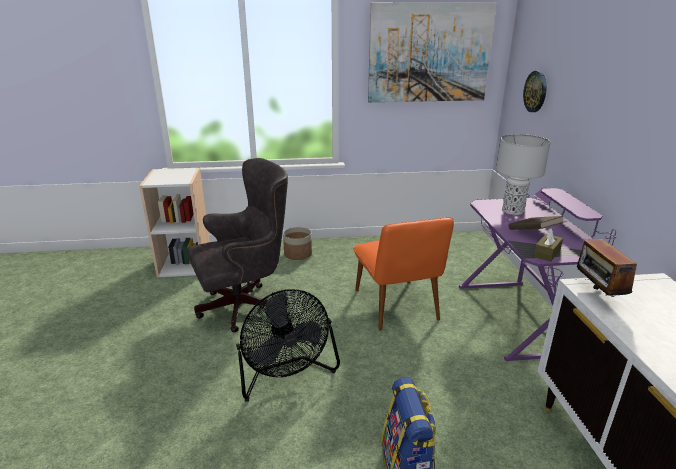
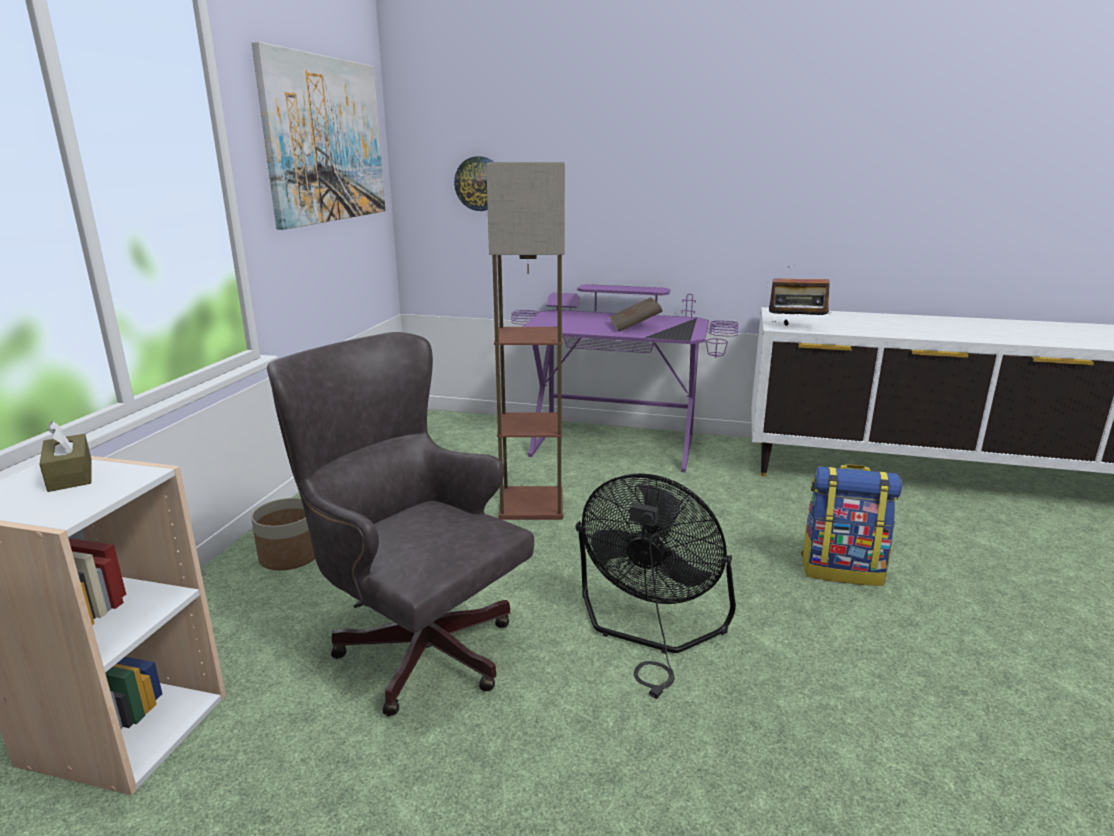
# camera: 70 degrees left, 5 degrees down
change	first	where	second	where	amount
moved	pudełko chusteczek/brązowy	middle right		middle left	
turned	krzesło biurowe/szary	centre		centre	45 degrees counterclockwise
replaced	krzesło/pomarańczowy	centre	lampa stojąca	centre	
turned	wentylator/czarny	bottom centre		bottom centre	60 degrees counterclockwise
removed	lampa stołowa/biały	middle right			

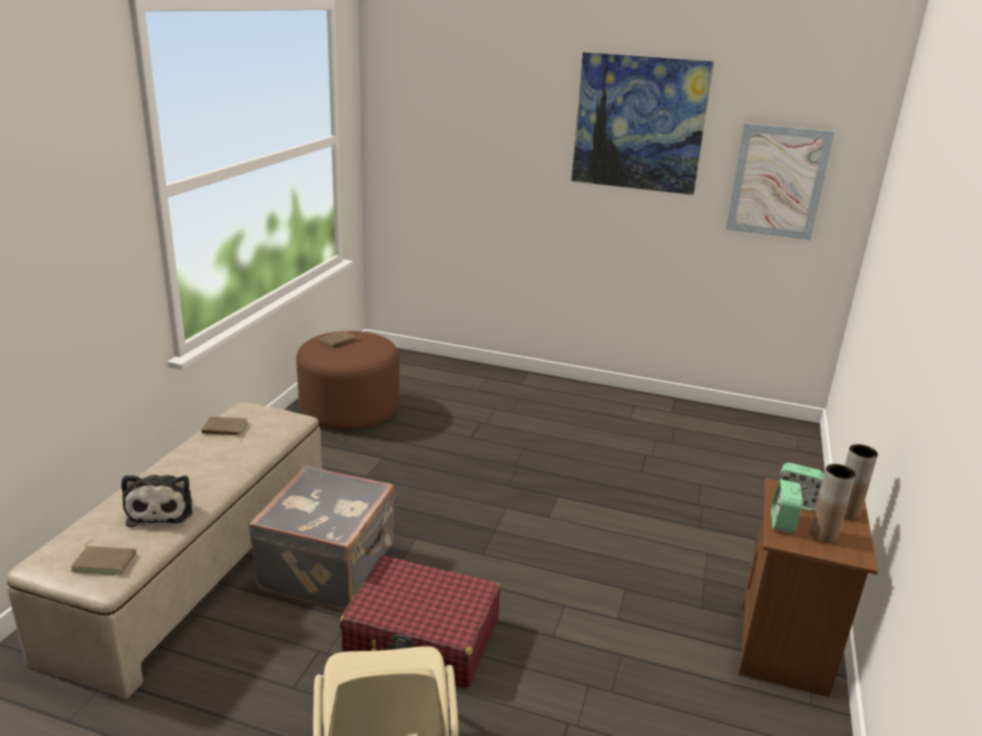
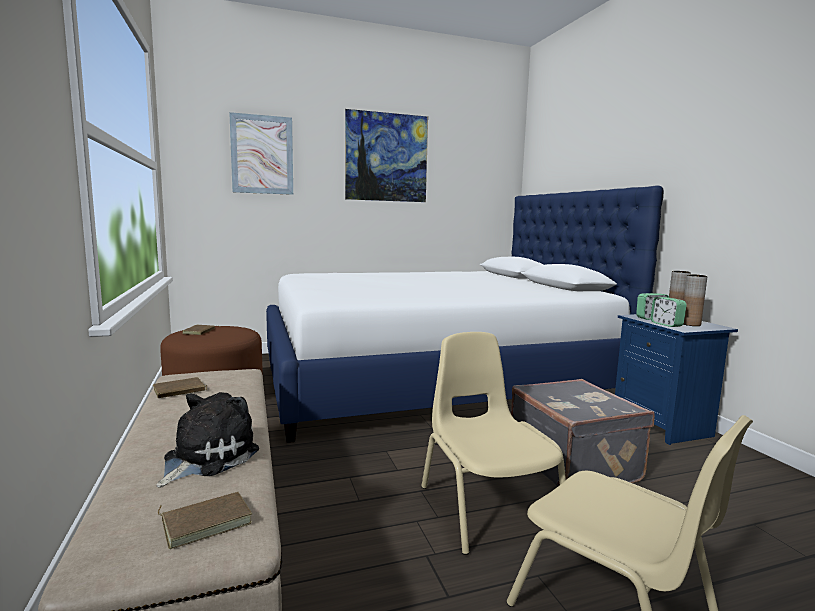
# camera: 35 degrees left, 15 degrees down
change	first	where	second	where	amount
turned	pluszak	bottom left		bottom left	105 degrees counterclockwise
moved	obraz (2nd from left in the first image)	top right	obraz (1st from left)	top left	
added			łóżko/biały	centre	
replaced	walizka/czerwony	bottom centre	krzesło/beżowy (1st from left)	bottom centre	
moved	walizka/szary	bottom left		bottom right	
recoloured	szafka nocna/brązowy	bottom right	szafka nocna/niebieski	middle right	

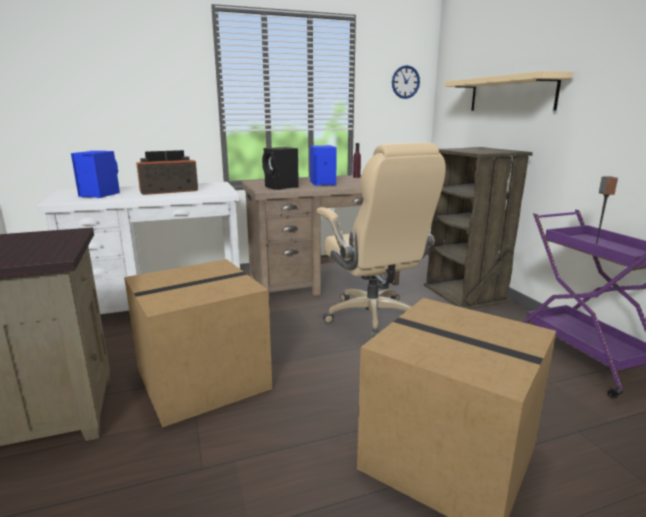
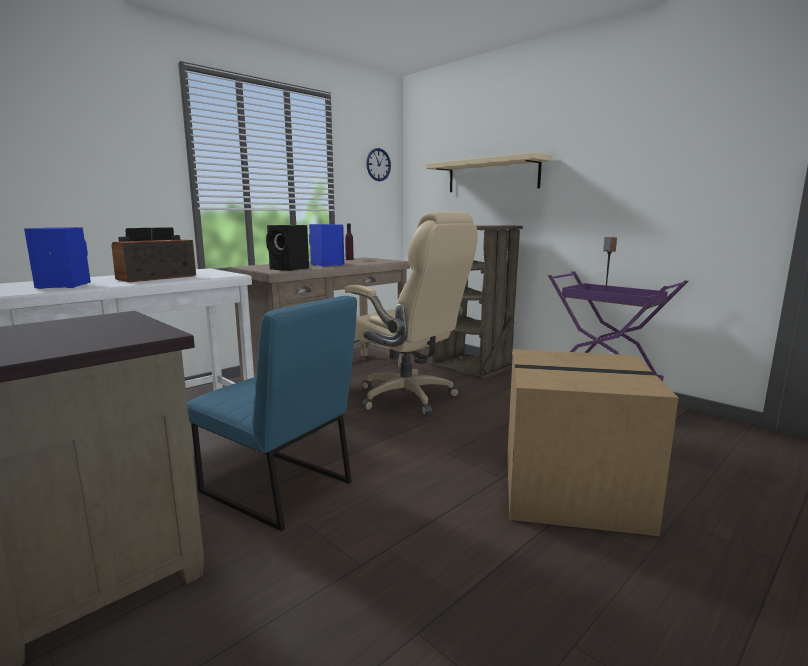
# camera: 25 degrees left, 5 degrees down
change	first	where	second	where	amount
replaced	karton (1st from left)	middle left	krzesło/niebieski	centre	

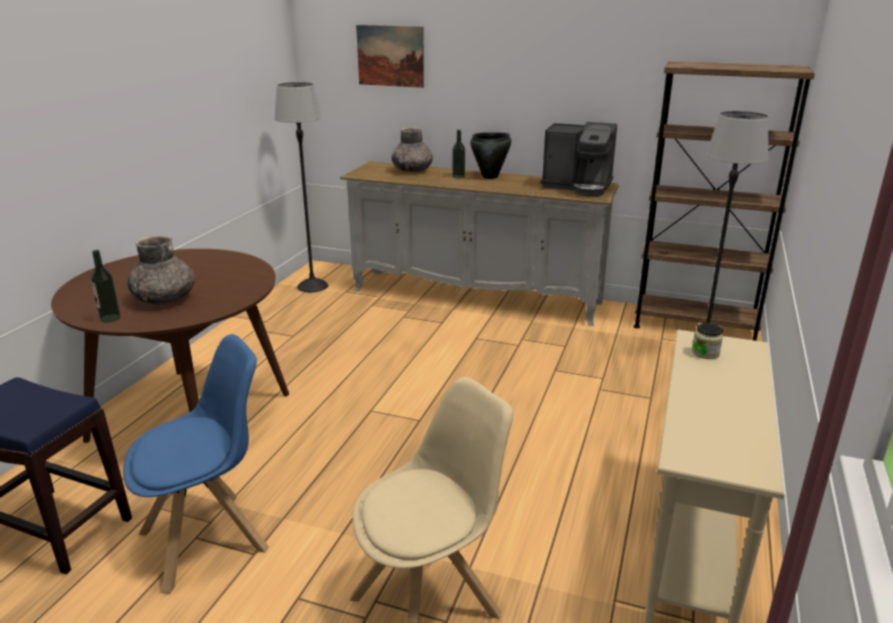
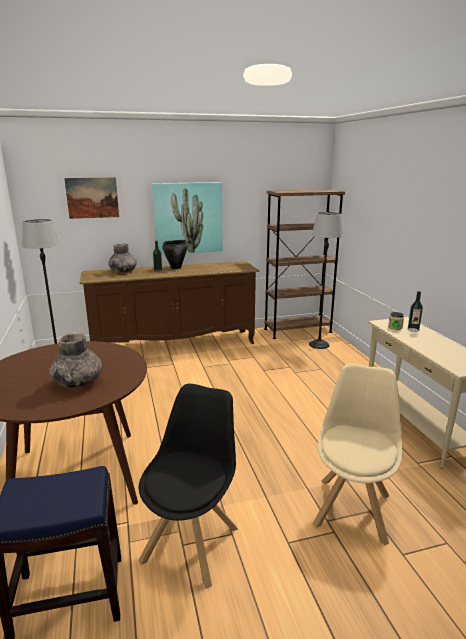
# camera: 35 degrees left, 5 degrees down
change	first	where	second	where	amount
recoloured	szafka/szary	centre	szafka/brązowy	centre	
recoloured	krzesło/niebieski	bottom left	krzesło/czarny	bottom centre	
added			obraz (2nd from left)	centre	
moved	butelka (1st from left in the first image)	middle left	butelka (2nd from left)	middle right	
removed	ekspres do kawy	top centre			

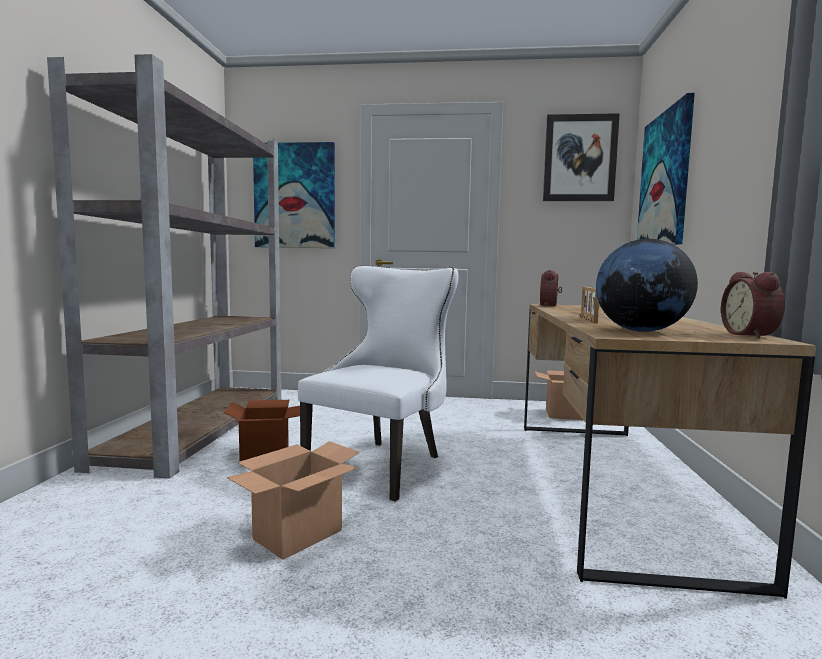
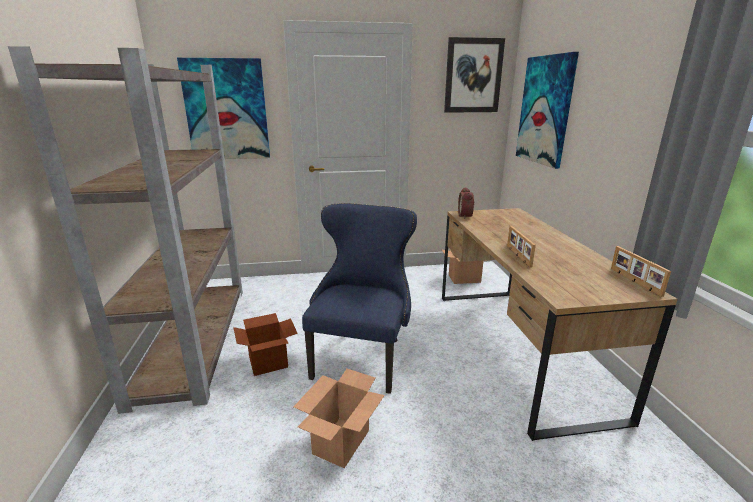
# camera: 15 degrees left, 15 degrees up
change	first	where	second	where	amount
recoloured	krzesło/biały	centre	krzesło/niebieski	centre	
replaced	budzik (2nd from left)	middle right	ramka na zdjęcie (2nd from left)	middle right	
removed	globus	middle right			

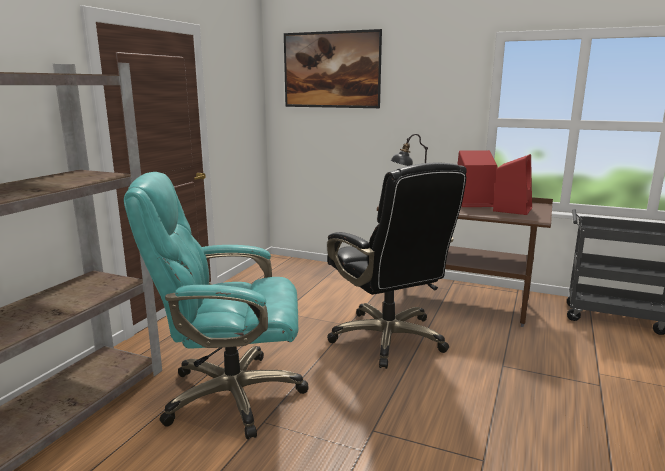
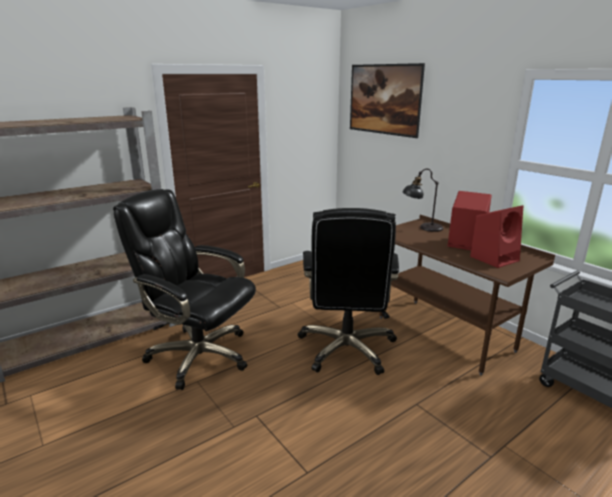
# camera: 30 degrees right, 5 degrees up
change	first	where	second	where	amount
recoloured	krzesło biurowe/turkusowy	middle left	krzesło biurowe/czarny (1st from left)	middle left	

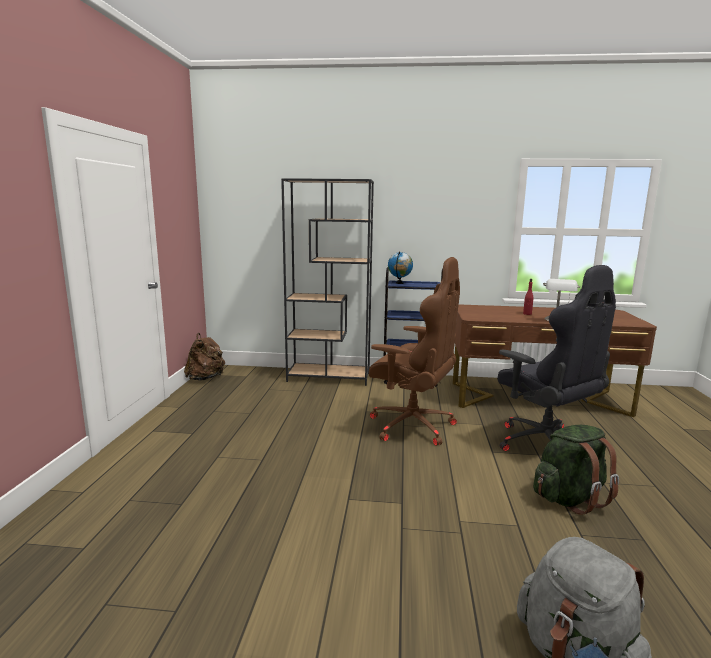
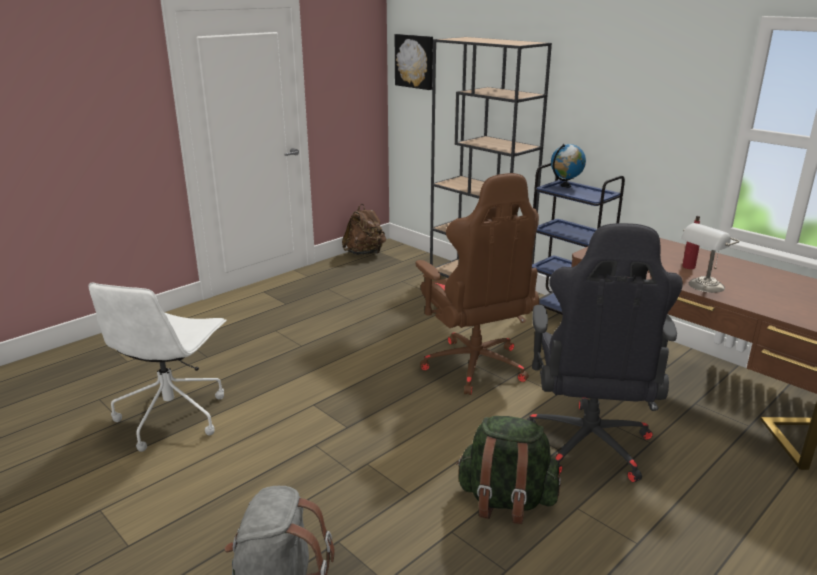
# camera: 40 degrees right, 10 degrees up
change	first	where	second	where	amount
added			krzesło biurowe/biały	middle left	
added			obraz	top centre	

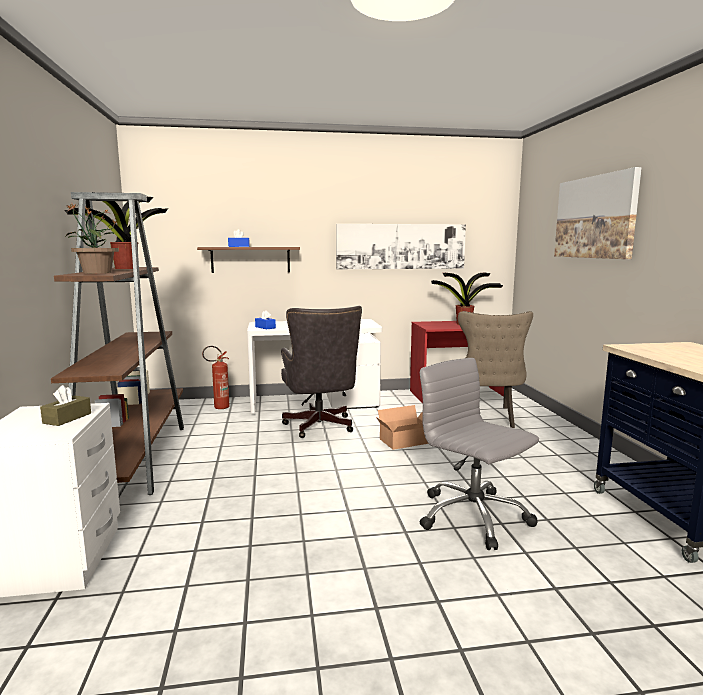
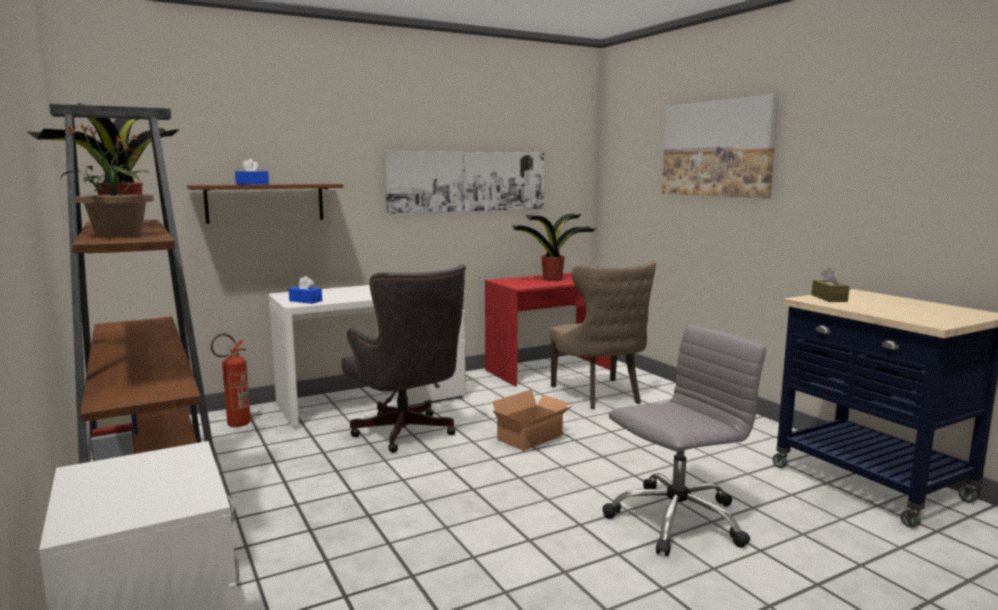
# camera: 20 degrees left, 0 degrees up
change	first	where	second	where	amount
turned	krzesło biurowe/szary (2nd from left)	middle right		bottom right	120 degrees clockwise
moved	pudełko chusteczek/brązowy	middle left		middle right	

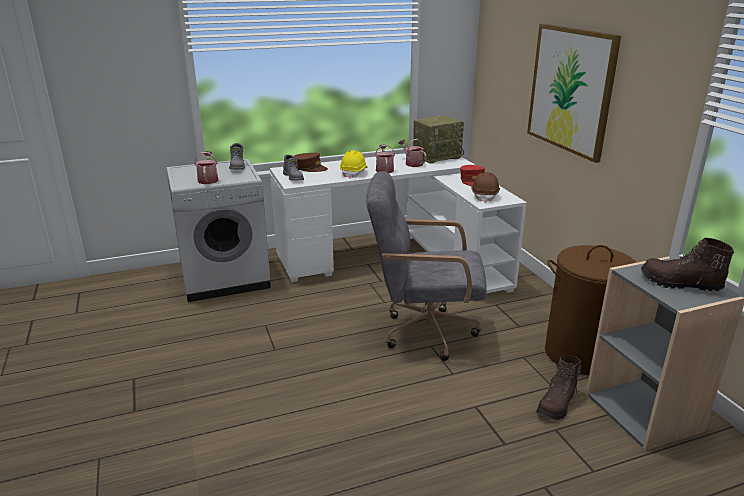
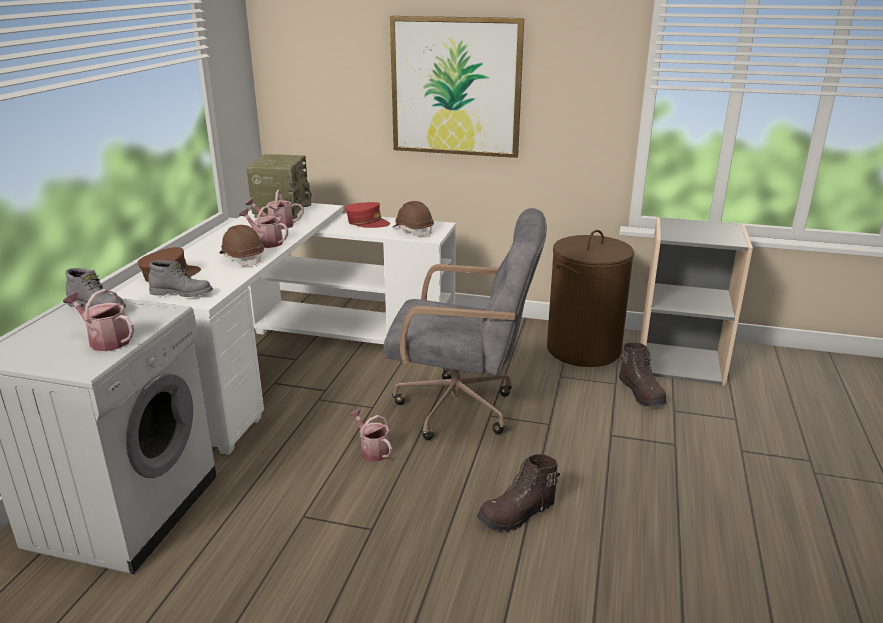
# camera: 55 degrees left, 0 degrees up
change	first	where	second	where	amount
recoloured	kask/żółty	top centre	kask/brązowy (1st from left)	middle left	
added			konewka (4th from left)	bottom centre	
turned	krzesło biurowe/szary	centre		centre	120 degrees counterclockwise
moved	but z cholewką/brązowy (2nd from left in the first image)	middle right	but z cholewką/brązowy (1st from left)	bottom centre	

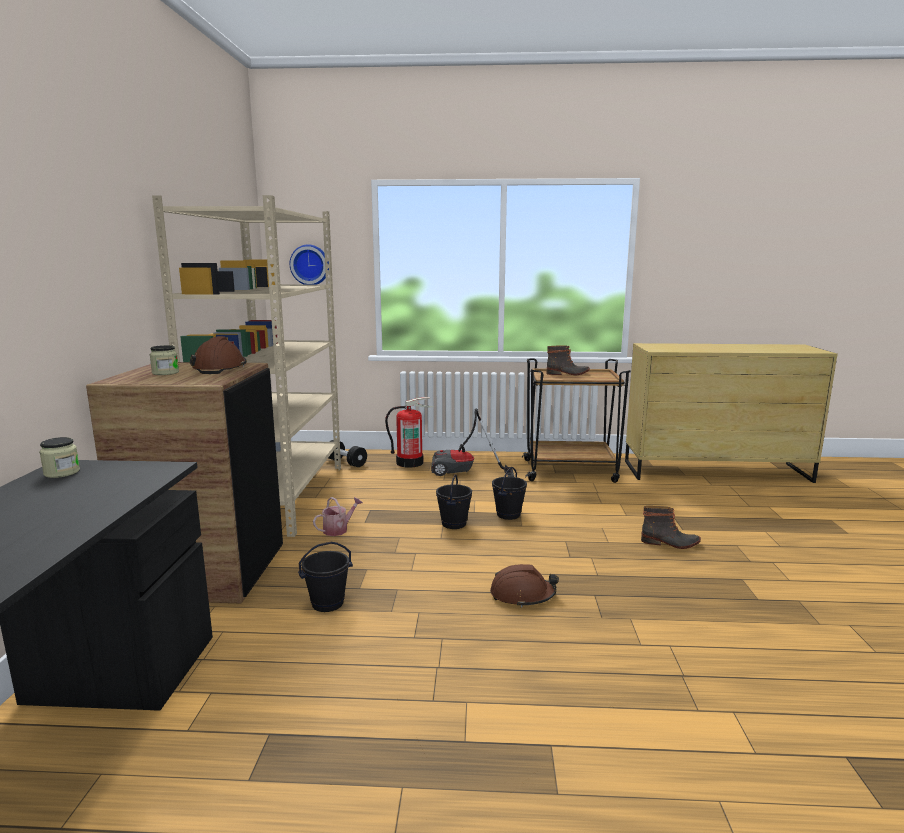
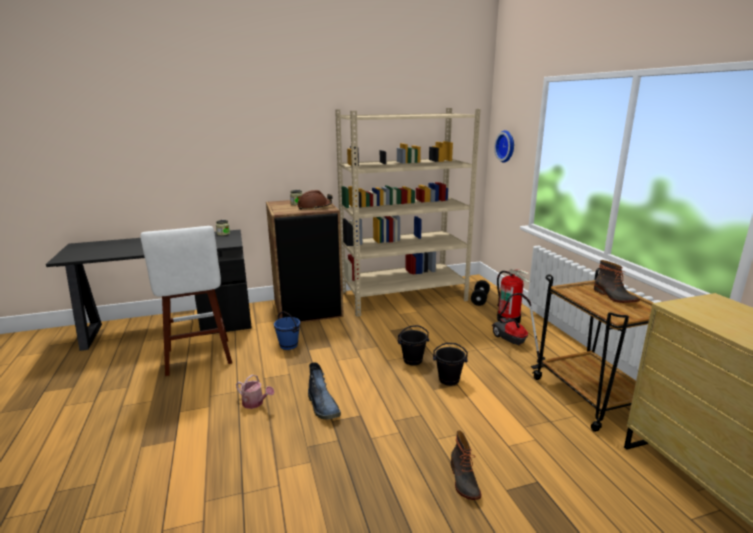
# camera: 70 degrees right, 5 degrees up
change	first	where	second	where	amount
added			stołek/biały	middle left	
moved	konewka	centre		bottom centre	
recoloured	wiadro/czarny (1st from left)	bottom centre	wiadro/niebieski	centre	
replaced	kask/brązowy (2nd from left)	bottom centre	but z cholewką (1st from left)	bottom centre	

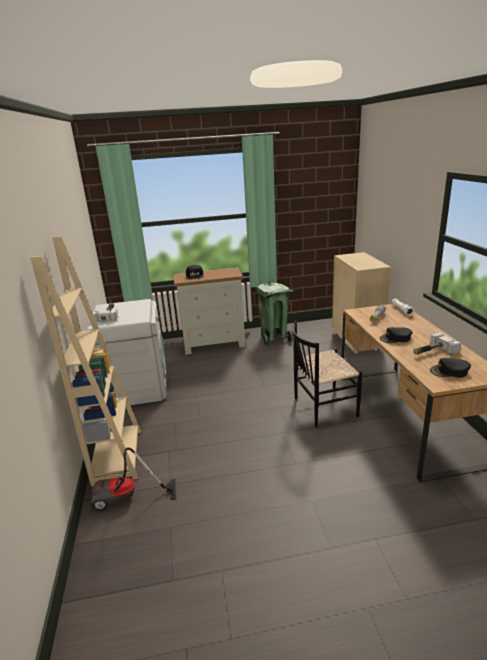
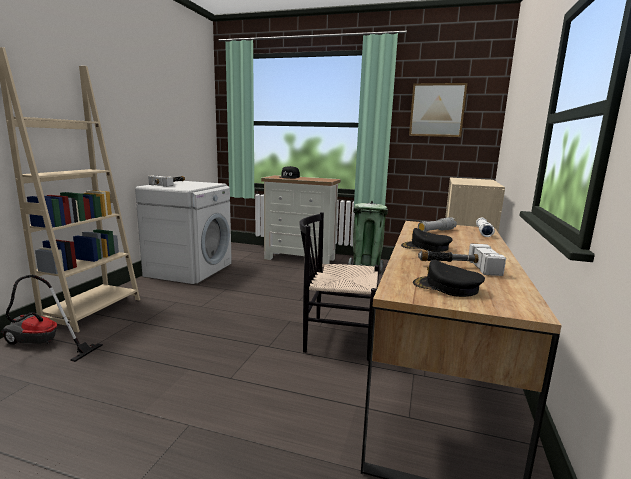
# camera: 25 degrees right, 10 degrees down
change	first	where	second	where	amount
added			obraz	top right	

